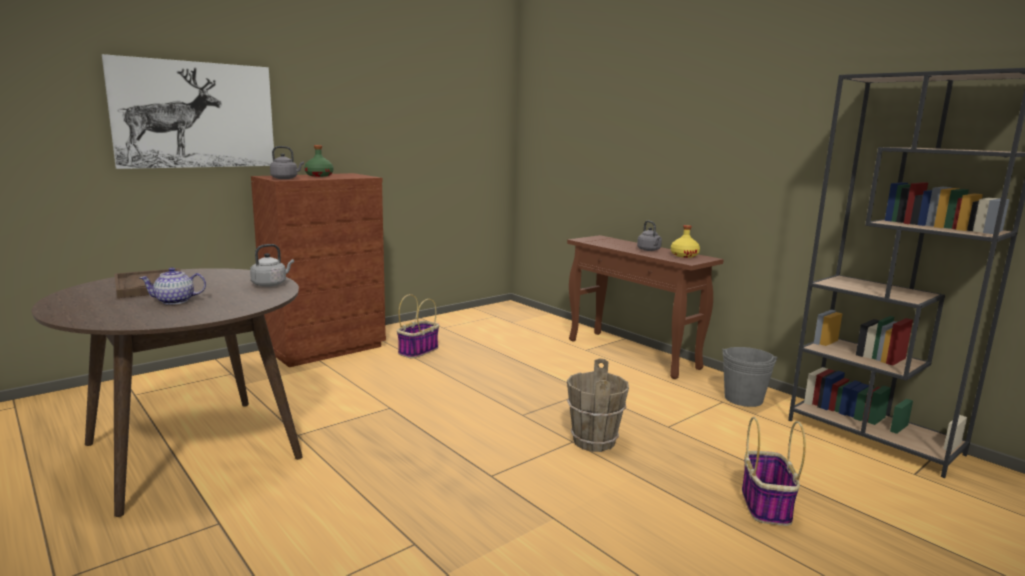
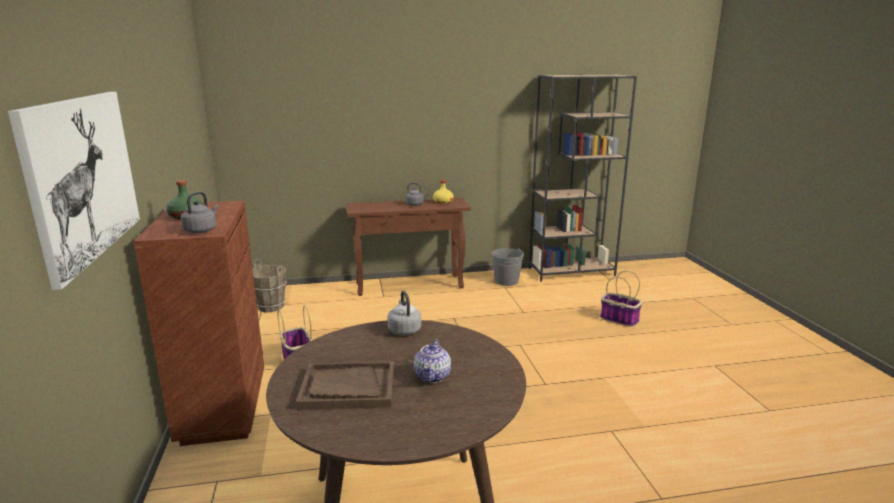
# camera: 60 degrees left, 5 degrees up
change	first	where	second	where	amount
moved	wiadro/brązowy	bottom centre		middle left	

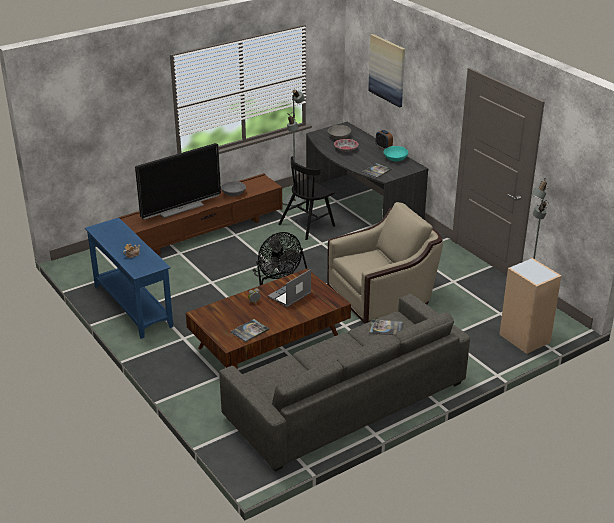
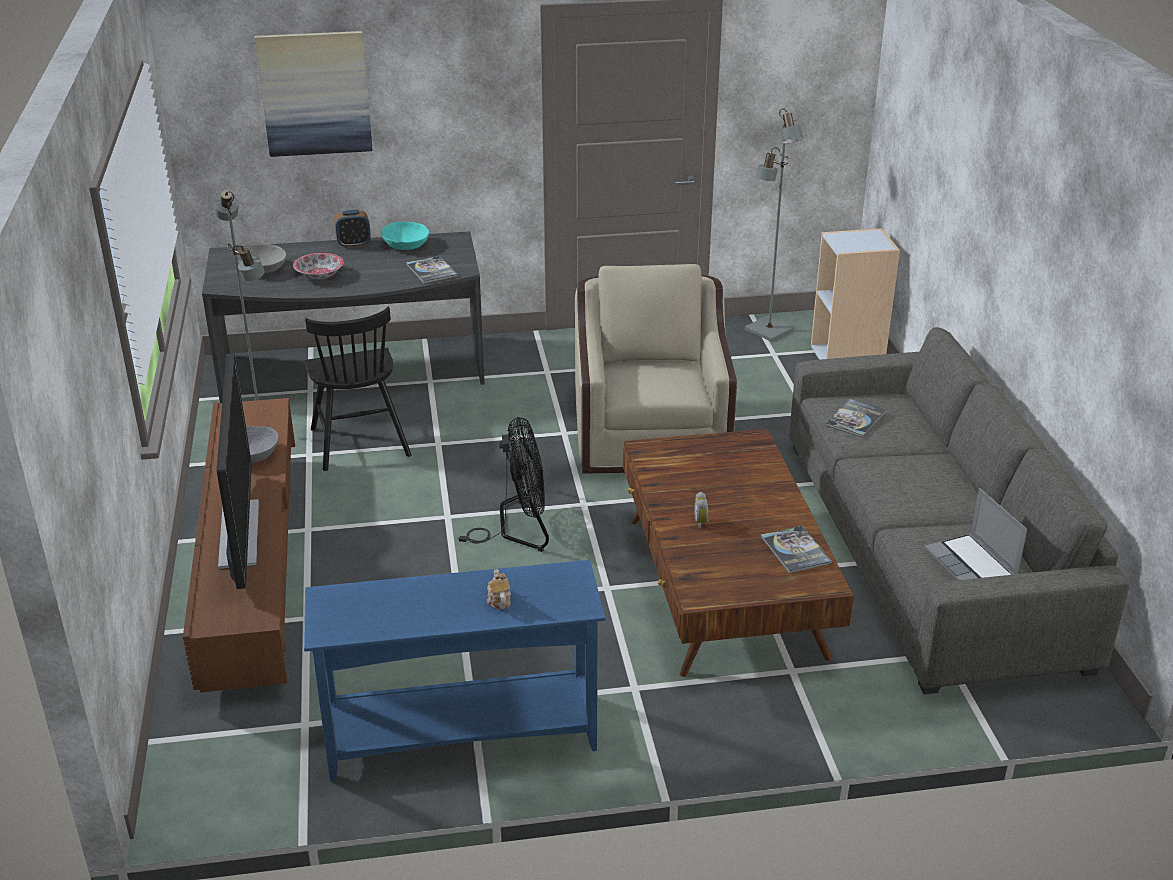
# camera: 65 degrees left, 0 degrees up
change	first	where	second	where	amount
moved	laptop	centre		middle right	

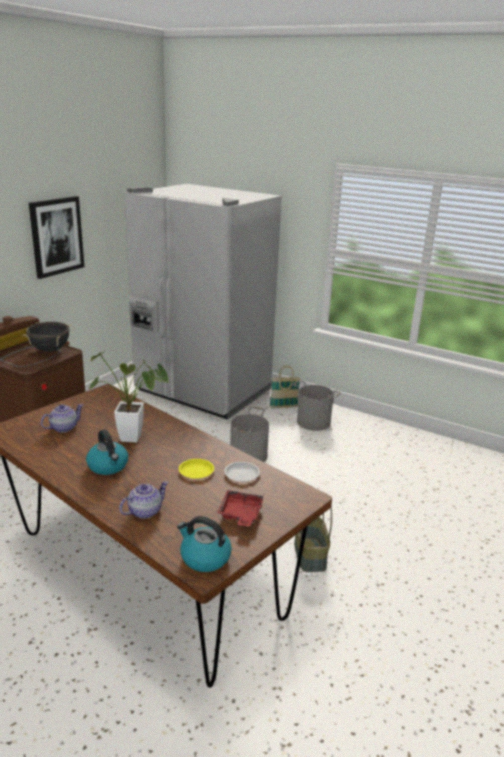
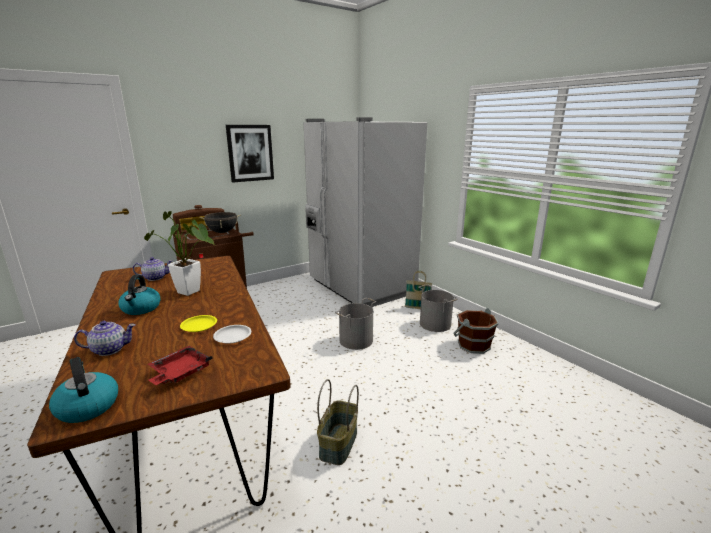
# camera: 25 degrees right, 5 degrees down
change	first	where	second	where	amount
added			wiadro/brązowy	middle right	

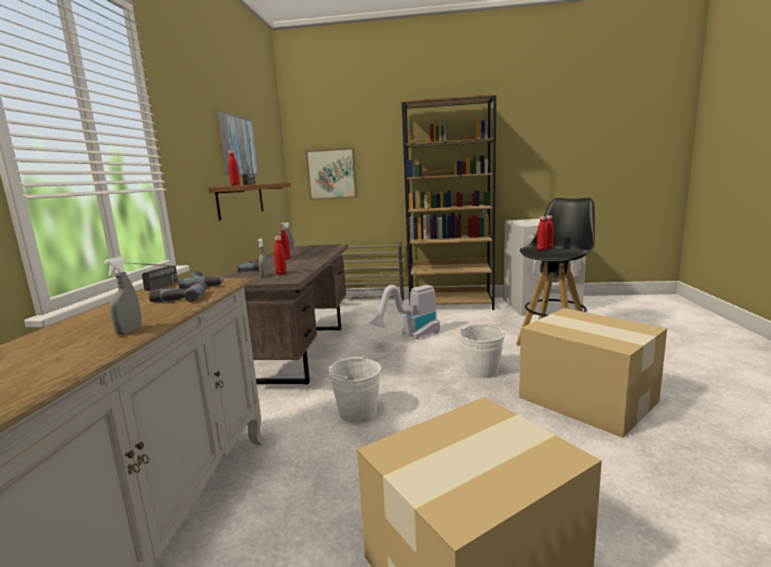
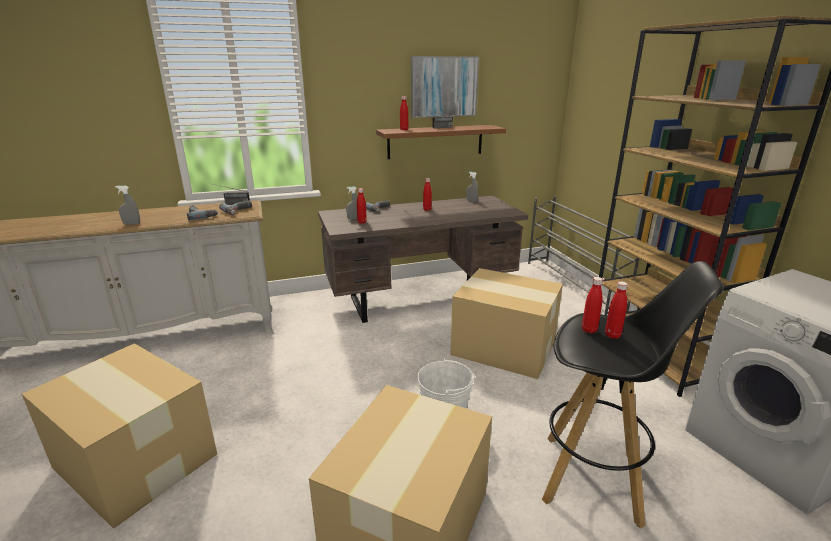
# camera: 65 degrees right, 10 degrees up
change	first	where	second	where	amount
replaced	odkurzacz	centre	karton (3rd from left)	centre	
removed	obraz (2nd from left)	top centre			
removed	wiadro/biały (1st from left)	bottom centre			

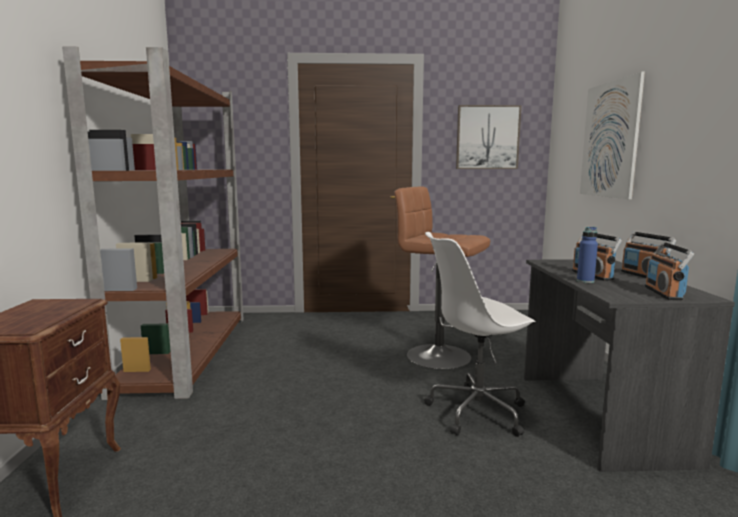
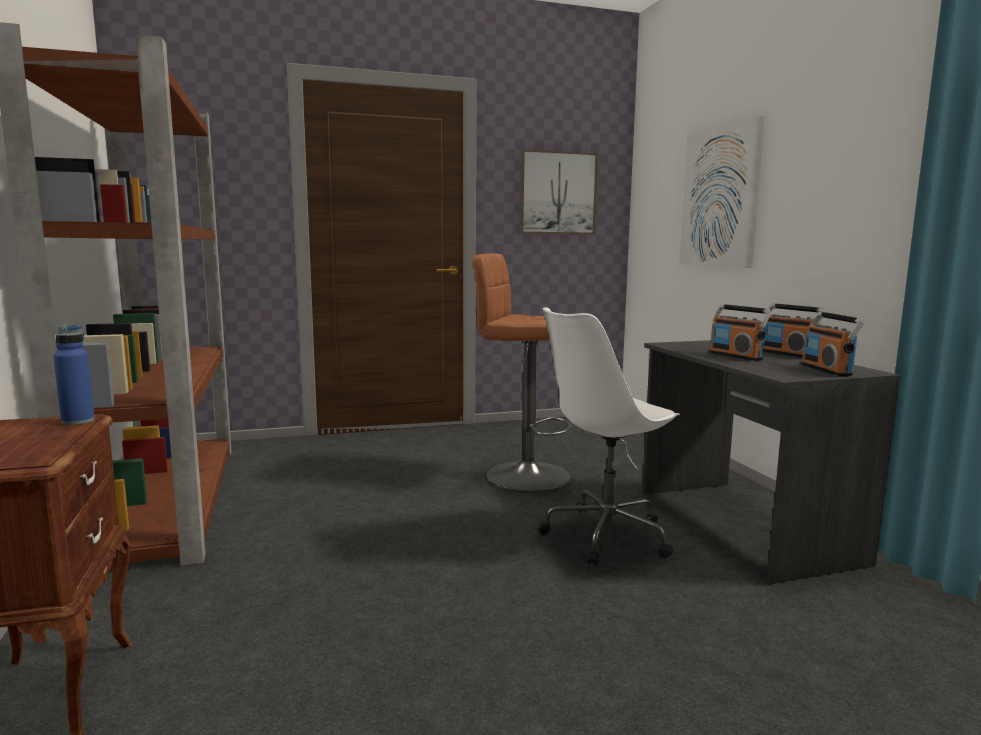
# camera: 15 degrees left, 0 degrees up
change	first	where	second	where	amount
moved	butelka/niebieski	middle right		middle left	

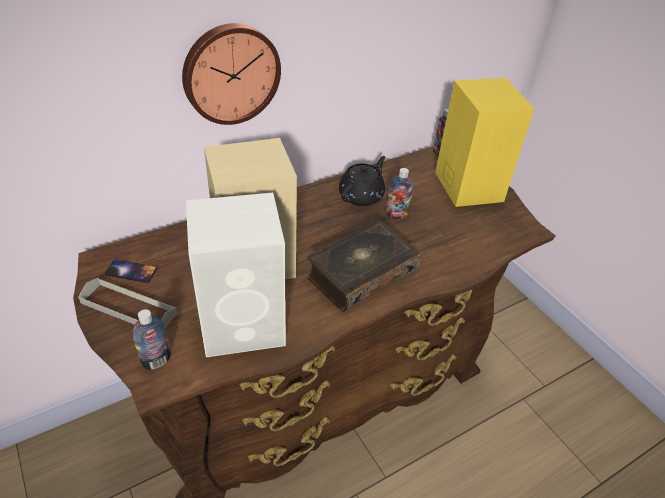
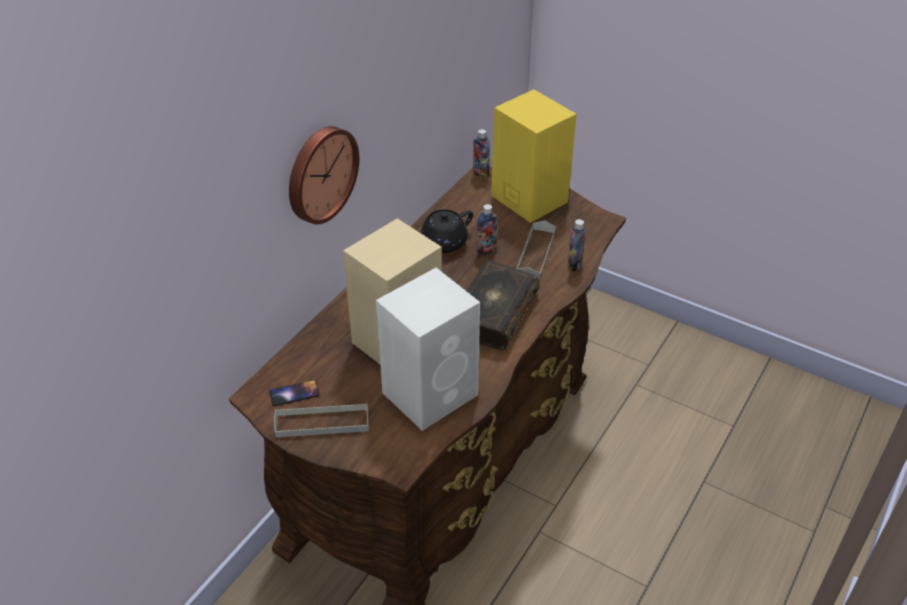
# camera: 25 degrees left, 0 degrees up
change	first	where	second	where	amount
turned	imbryk/czarny	centre		centre	135 degrees counterclockwise
added			taca/szary (2nd from left)	centre	
moved	butelka (1st from left in the first image)	bottom left	butelka (3rd from left)	centre	

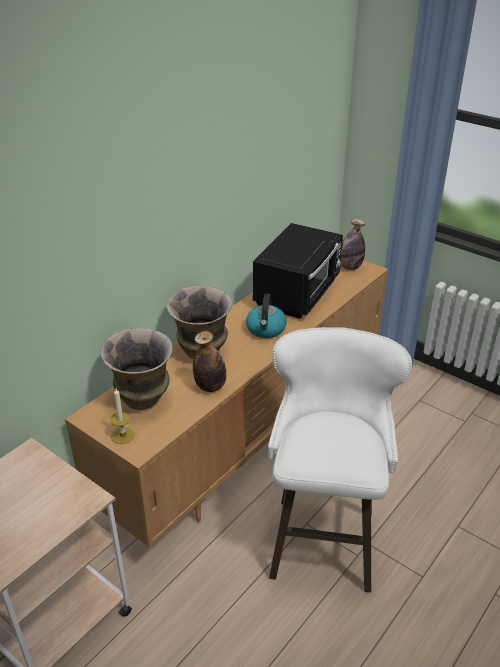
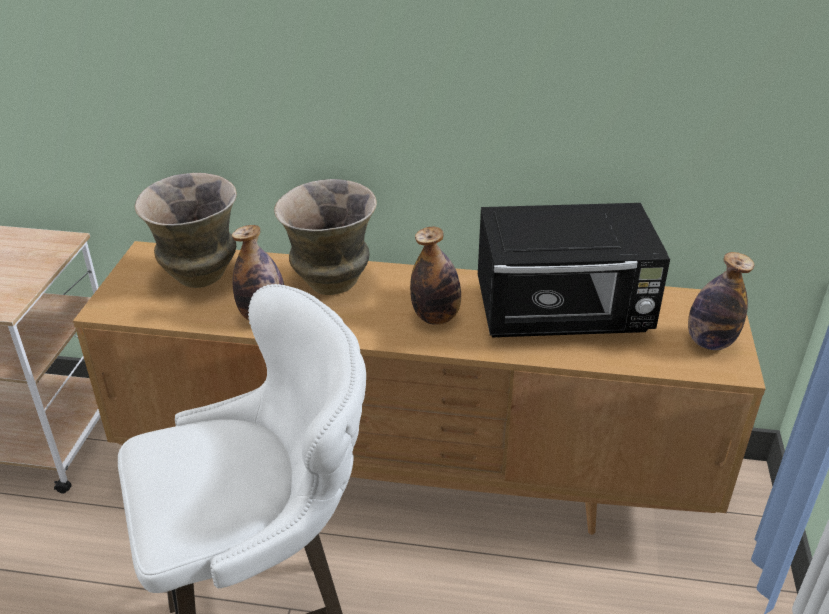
# camera: 60 degrees right, 0 degrees up
change	first	where	second	where	amount
replaced	czajnik	centre	butelka (2nd from left)	centre	
removed	świeca	middle left			

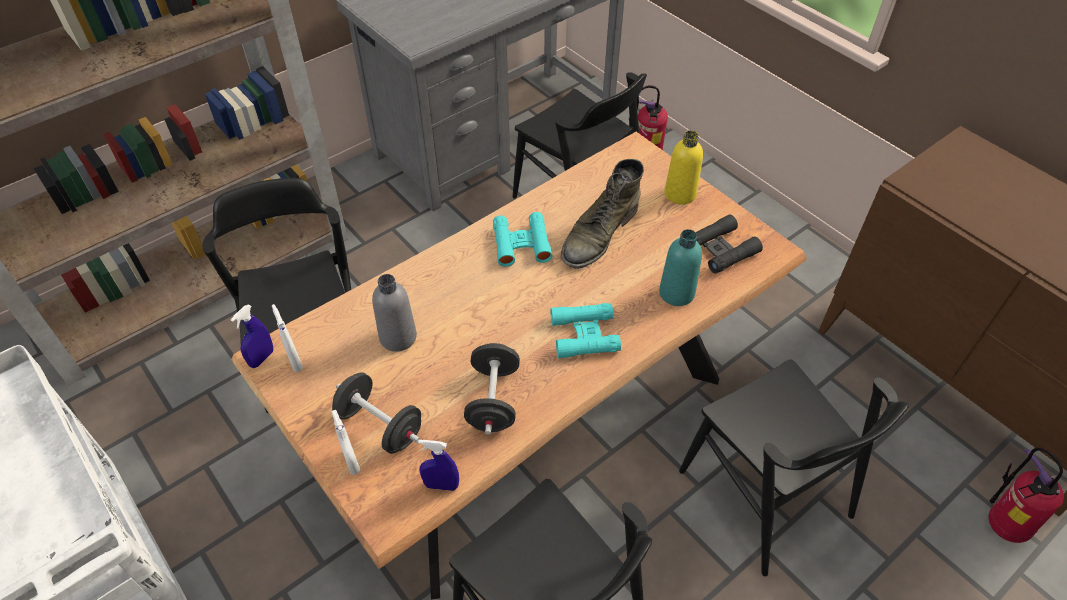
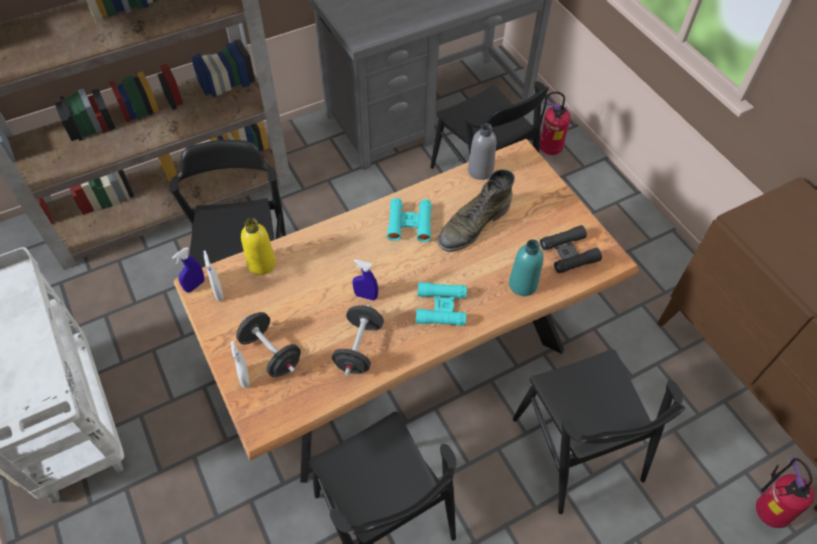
# camera: 10 degrees right, 5 degrees up
change	first	where	second	where	amount
moved	butelka/żółty	top centre		middle left	
moved	spryskiwacz/niebieski (2nd from left)	bottom centre		centre	
moved	butelka/szary	centre		top centre	

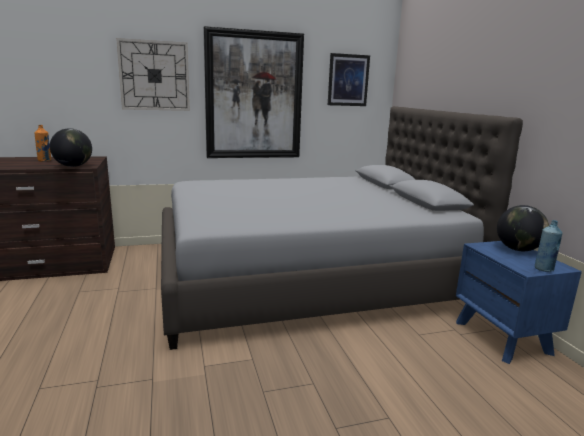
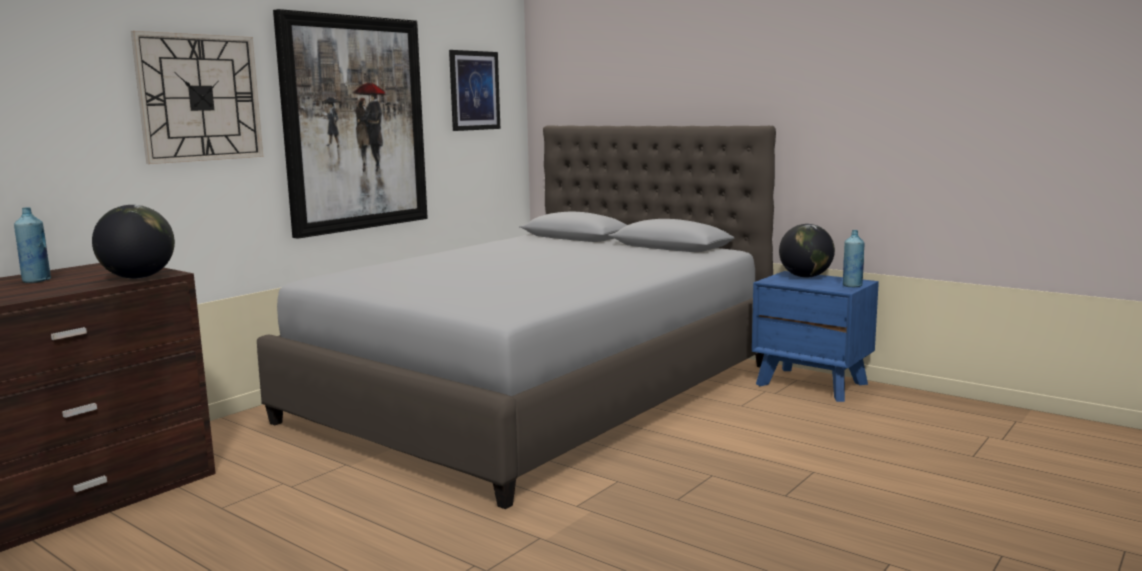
# camera: 35 degrees left, 5 degrees down
change	first	where	second	where	amount
recoloured	butelka/pomarańczowy	top left	butelka/niebieski (1st from left)	middle left	

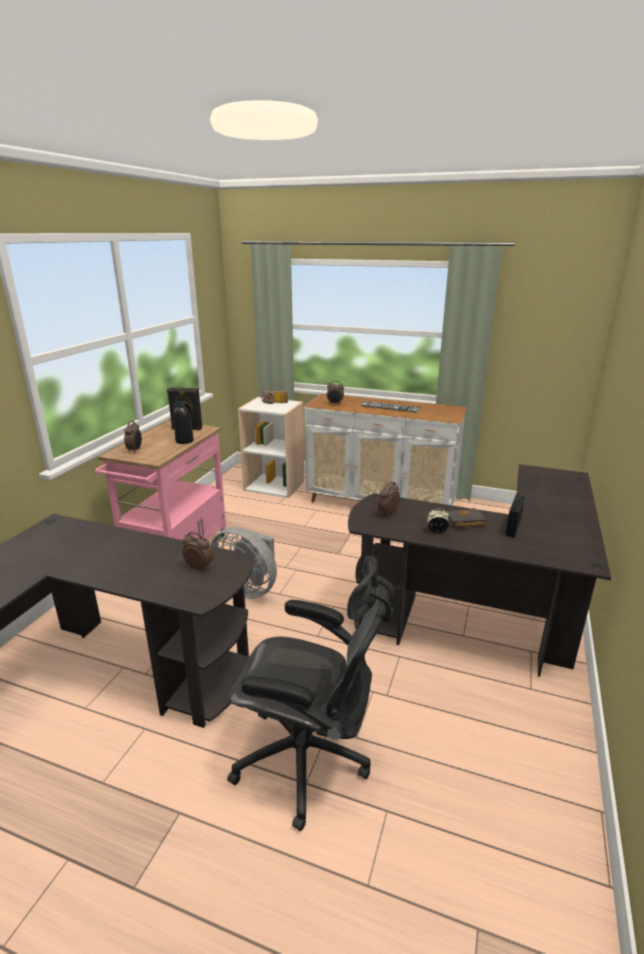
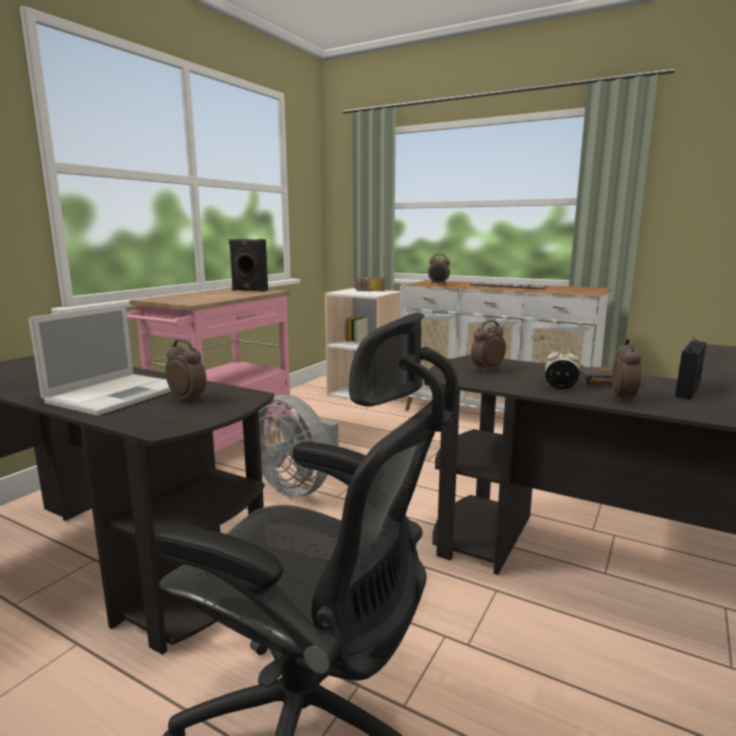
# camera: 10 degrees right, 10 degrees down
change	first	where	second	where	amount
added			laptop	middle left	
moved	budzik (1st from left in the first image)	middle left	budzik (5th from left)	middle right	
removed	butelka/czarny	middle left			

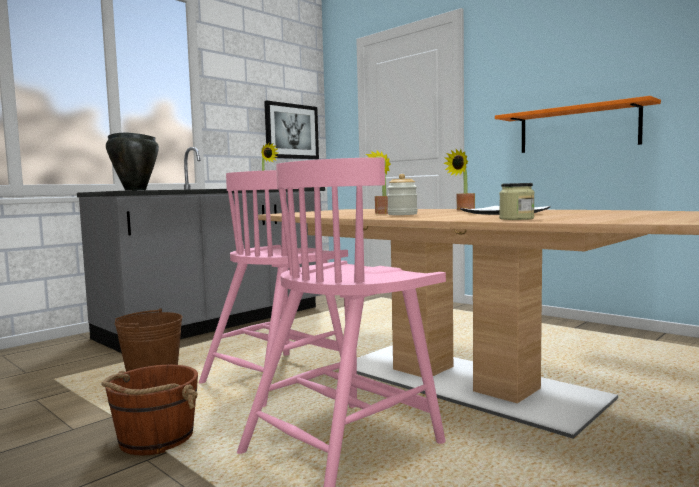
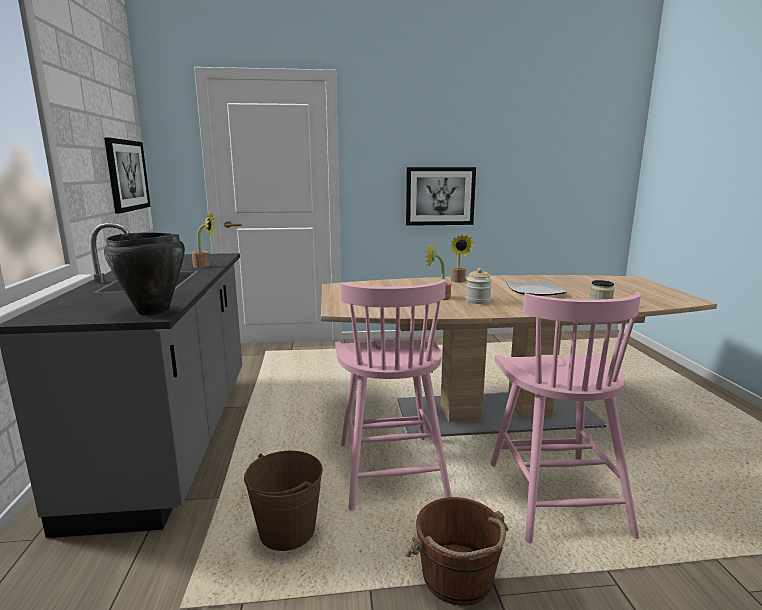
# camera: 50 degrees left, 10 degrees up
change	first	where	second	where	amount
replaced	półka/pomarańczowy	top right	obraz (2nd from left)	top centre	

